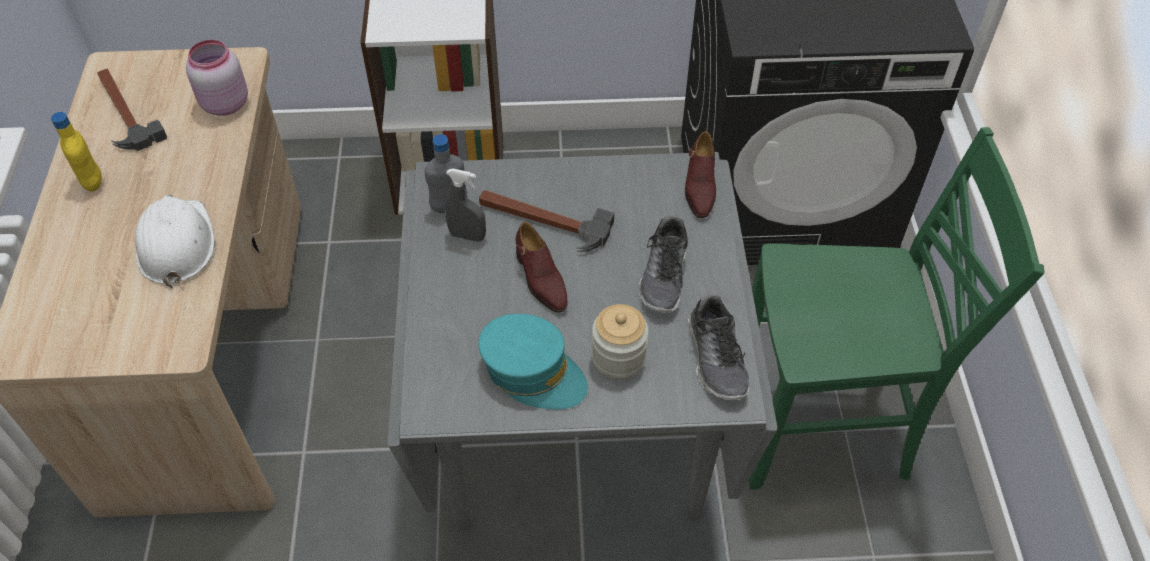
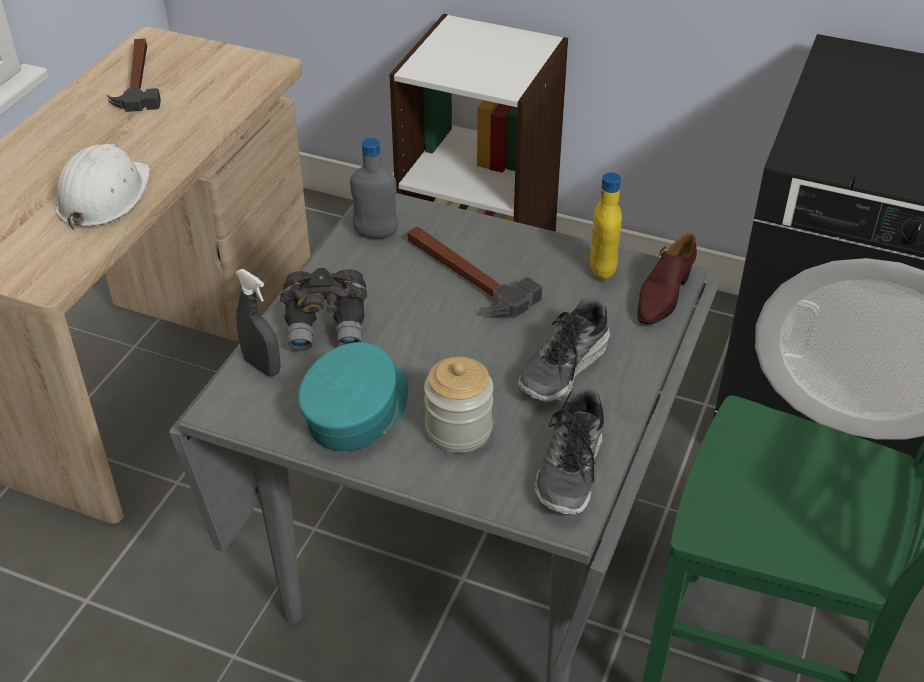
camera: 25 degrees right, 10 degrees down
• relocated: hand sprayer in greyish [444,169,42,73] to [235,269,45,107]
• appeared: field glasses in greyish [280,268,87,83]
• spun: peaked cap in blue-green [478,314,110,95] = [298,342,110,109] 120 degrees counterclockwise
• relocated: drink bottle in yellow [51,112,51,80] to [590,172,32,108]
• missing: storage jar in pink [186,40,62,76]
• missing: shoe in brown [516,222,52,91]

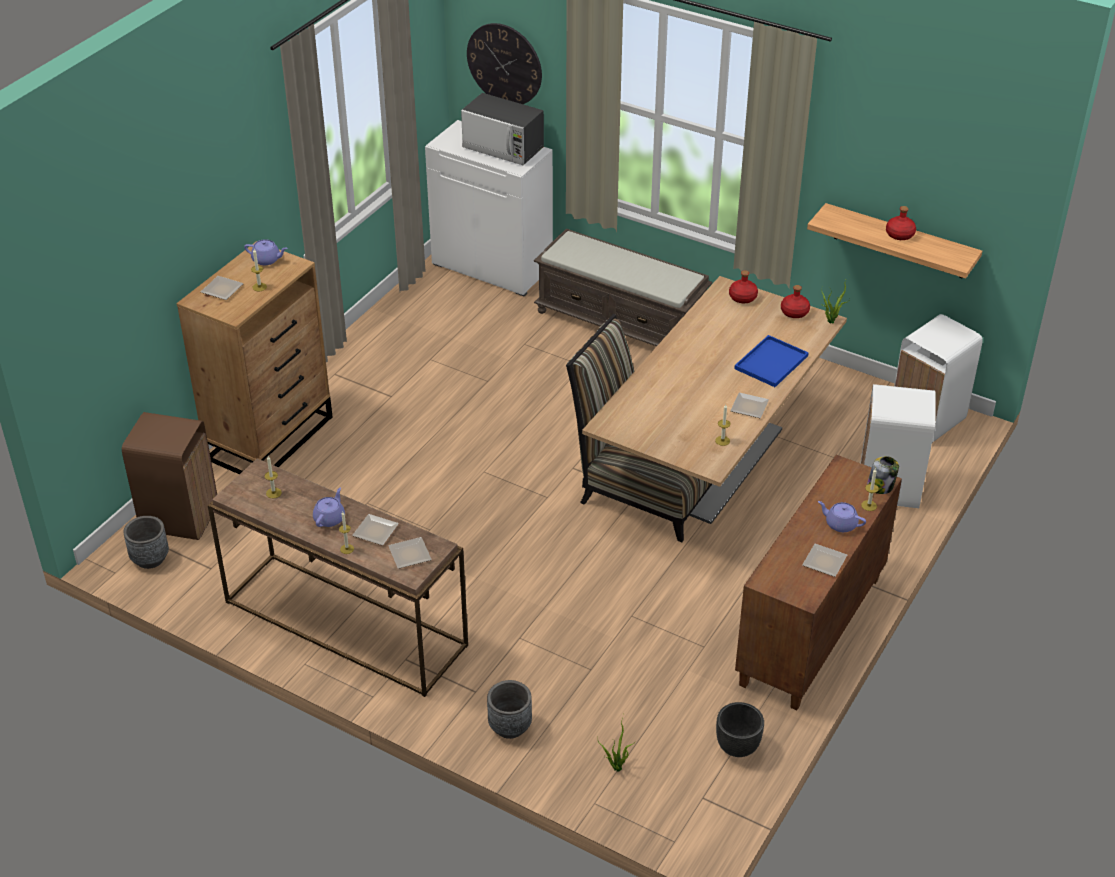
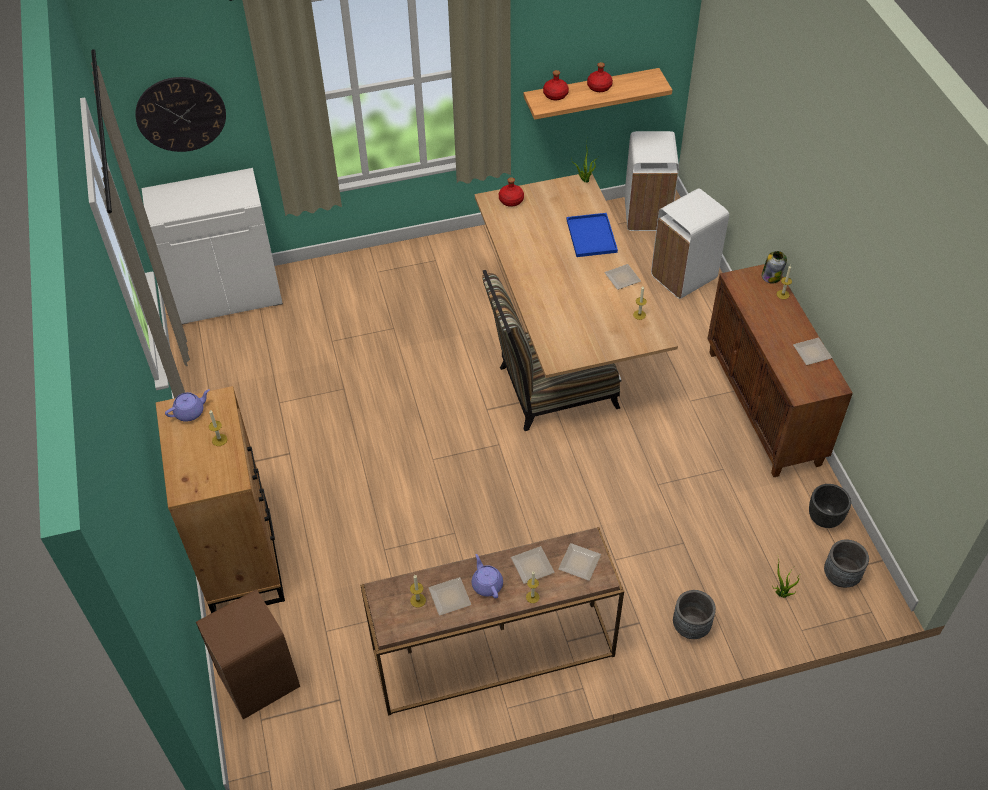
camera: 45 degrees left, 10 degrees up
• relocated: flat dish [201,276,43,24] to [429,577,42,39]
• relocated: drink bottle in red [781,285,29,33] to [543,70,26,30]
• relocated: flower pot in greyish [123,516,46,53] to [824,539,45,49]
• missing: microwave [461,93,83,72]
• missing: indoor bench in brown [534,228,179,118]
• missing: tea pot in purple-coloured [818,501,48,31]

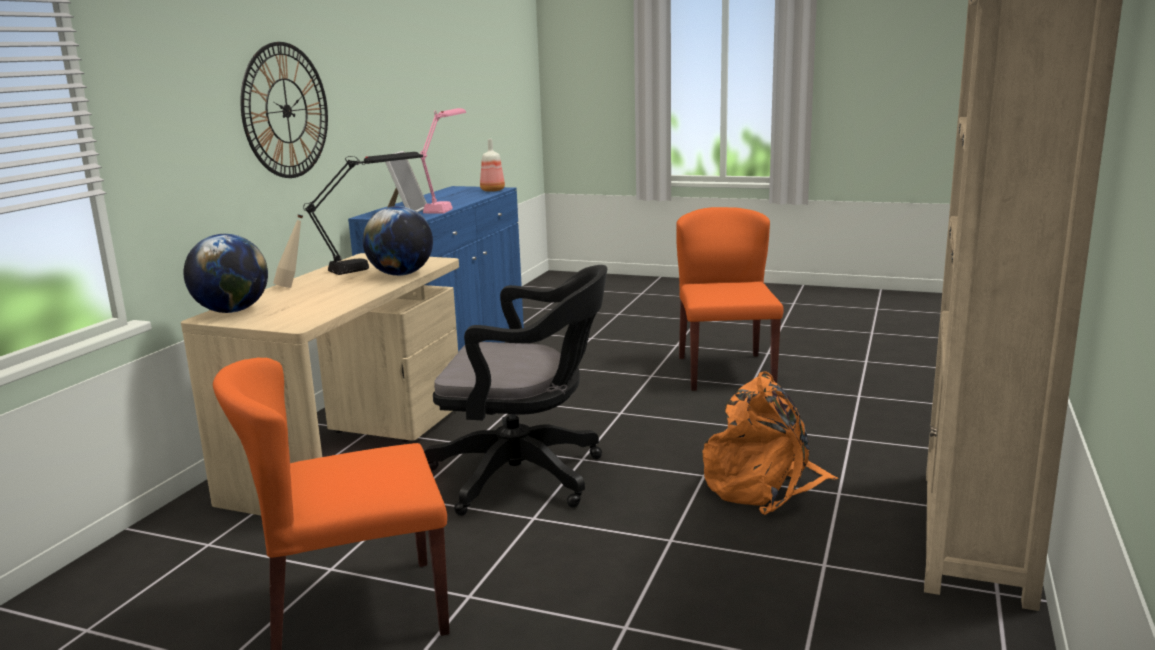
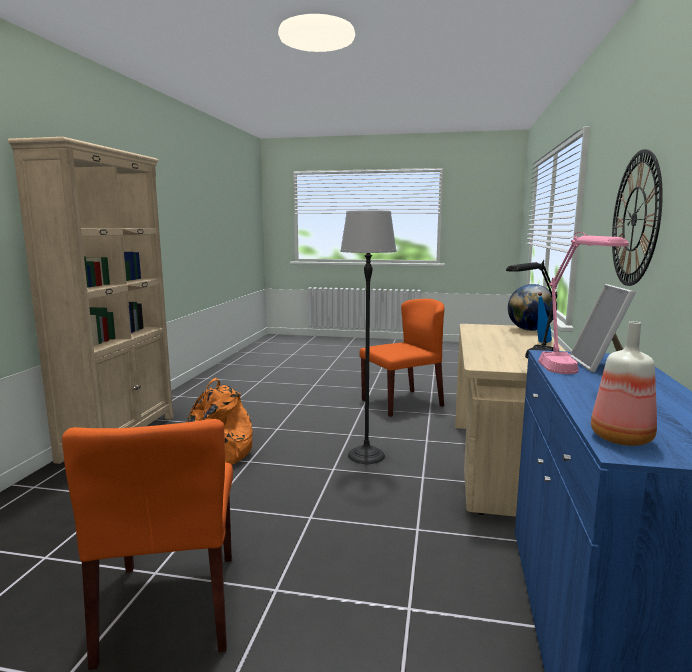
camera: 170 degrees right, 5 degrees down
• exchanged: computer chair in black [424,265,183,251] to standing lamp [340,210,57,254]
• colour: drink bottle in beige [273,214,30,74] to drink bottle in blue-coloured [537,292,15,51]
• missing: desk globe [363,206,70,70]

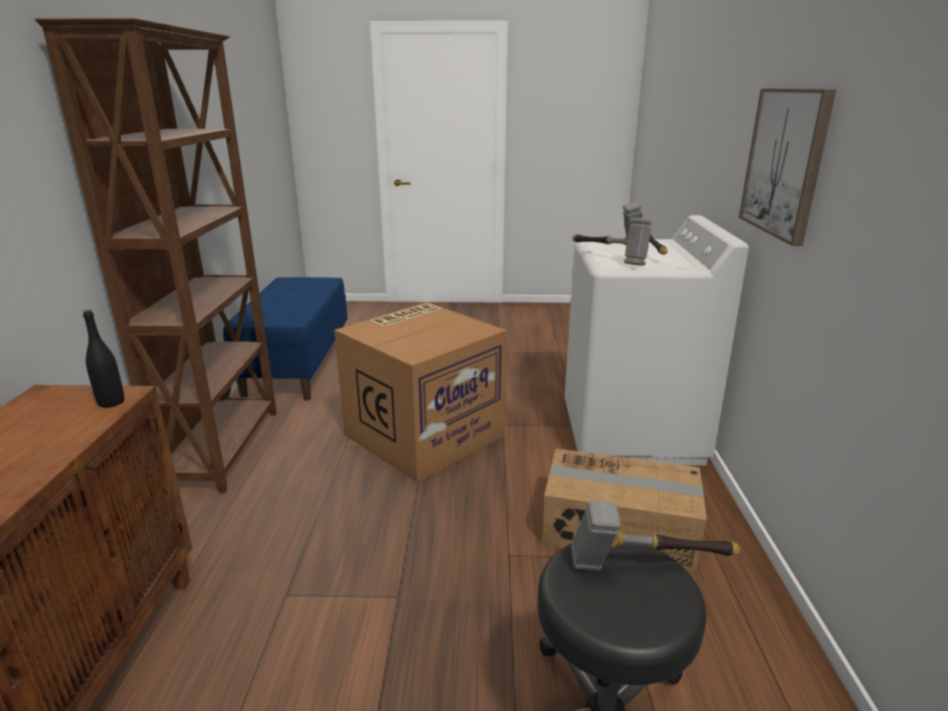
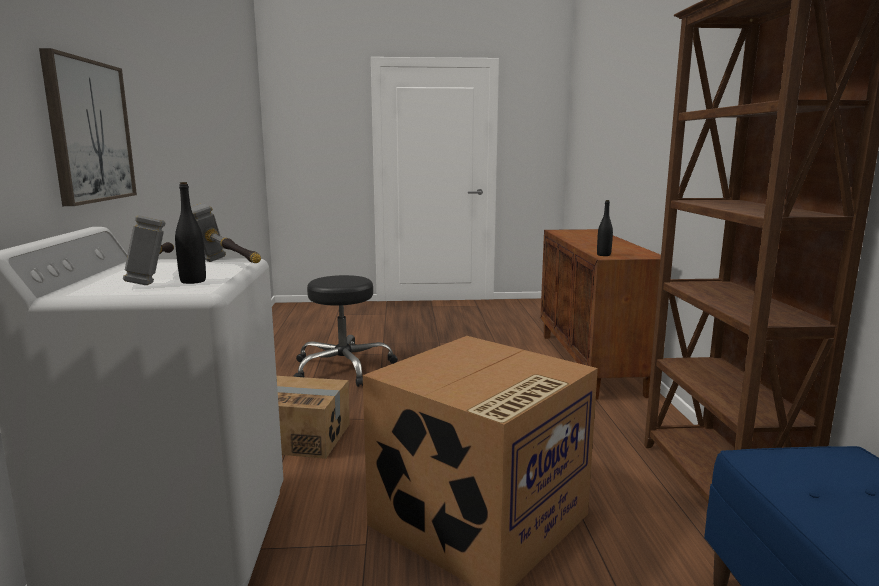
camera: 175 degrees right, 10 degrees down
• appeared: drink bottle in black [175,182,31,102]
• missing: hammer [571,501,169,70]

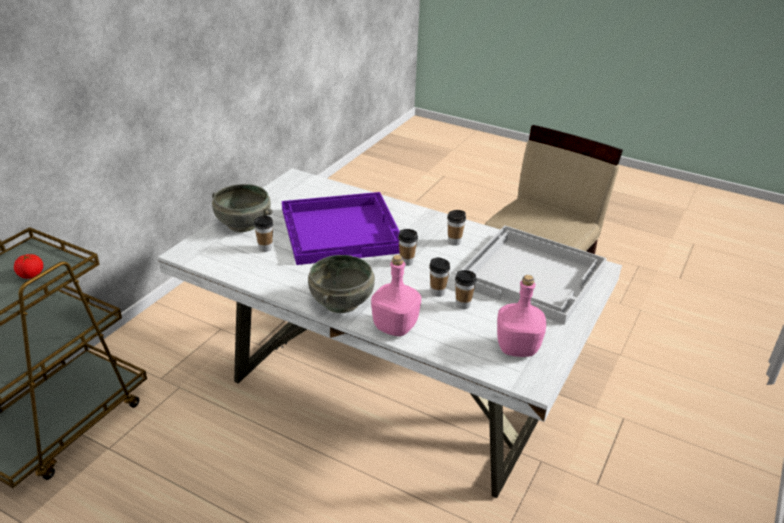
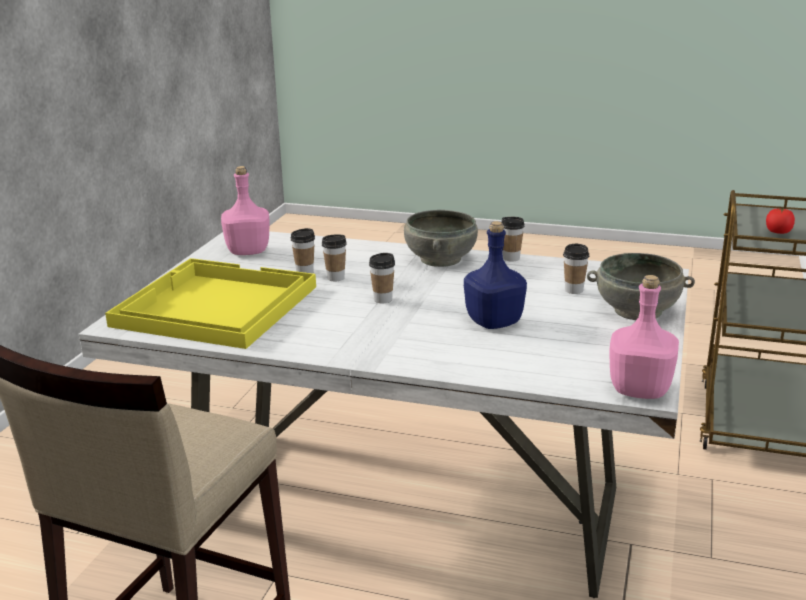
camera: 170 degrees right, 10 degrees down
• colour: carrying tray in white [455,226,152,99] to carrying tray in yellow [105,258,211,91]
• exchanged: carrying tray in purple-coloured [282,192,118,73] to drink bottle in blue-coloured [464,221,63,108]
• relocated: cup [447,210,19,36] to [501,217,24,44]
• relocated: drink bottle in pink [371,255,50,81] to [609,275,70,124]

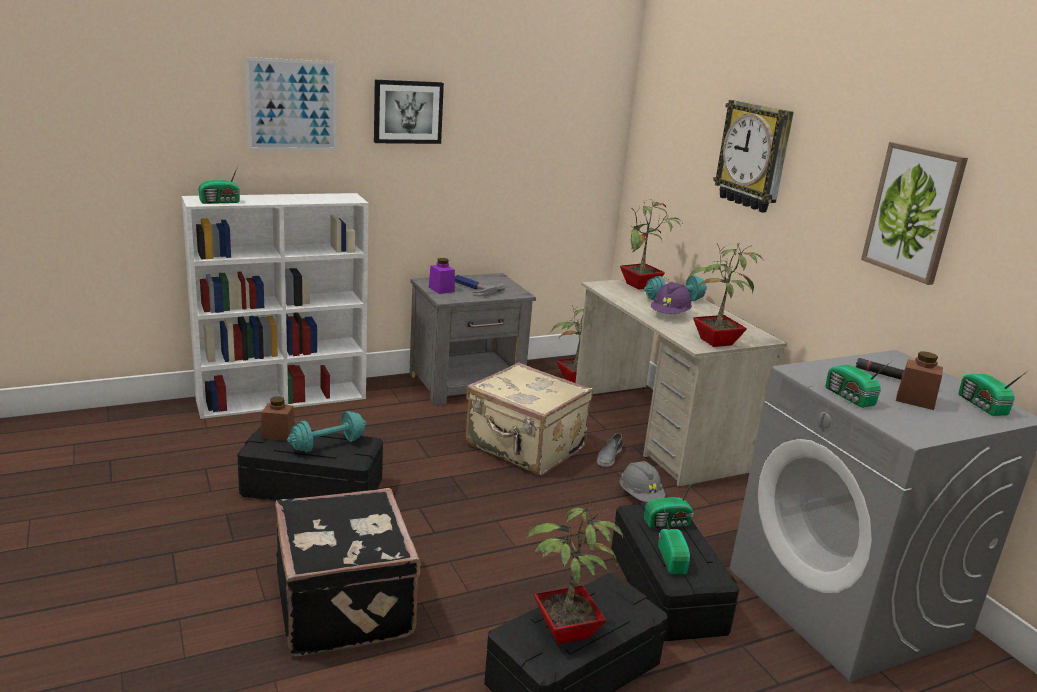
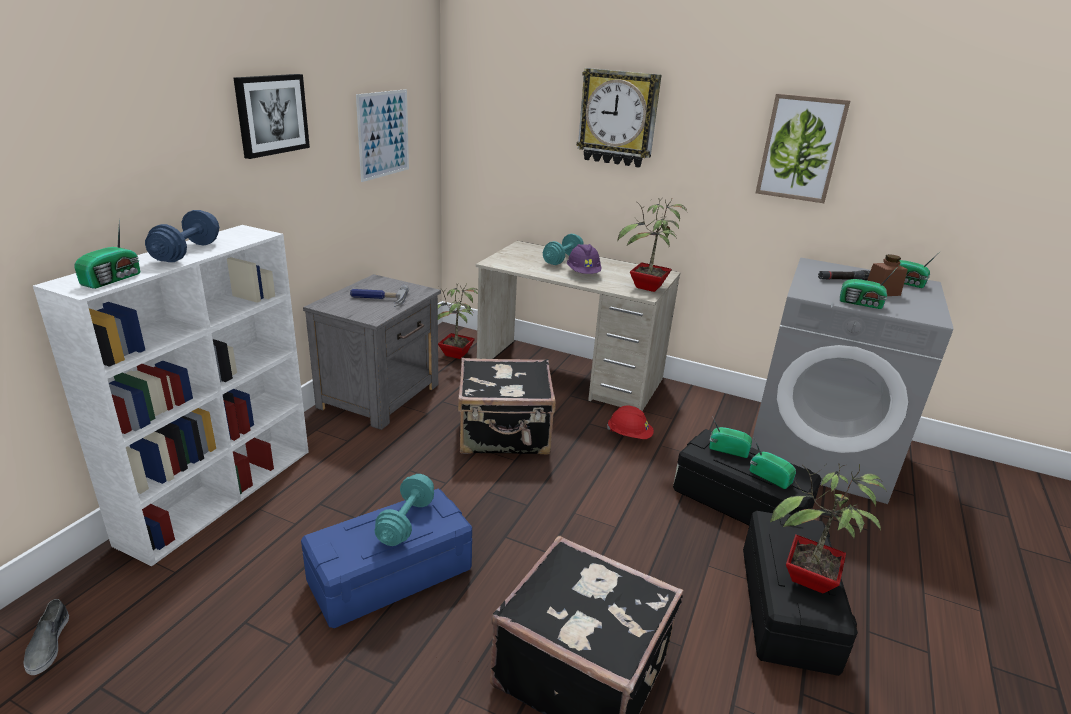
camera: 40 degrees left, 5 degrees up
• relocated: shoe in greyish [597,433,26,34] to [23,599,46,76]
• appeared: free weight in blue-coloured [145,210,74,52]
• colour: storage container in black [237,426,146,75] to storage container in blue-coloured [301,489,171,139]
• relocated: picture [245,57,92,94] to [356,89,53,93]
• colour: travel case in beige [466,362,127,113] to travel case in black [458,358,98,96]
• colour: safety helmet in greyish [620,461,46,41] to safety helmet in red [607,405,47,34]
• spun: radio [644,478,50,50] = [709,416,43,42] 105 degrees counterclockwise
• missing: storage jar in brown [261,396,34,45]
• missing: storage jar in purple-coloured [429,258,26,36]
• missing: plant in a pot [620,198,63,92]

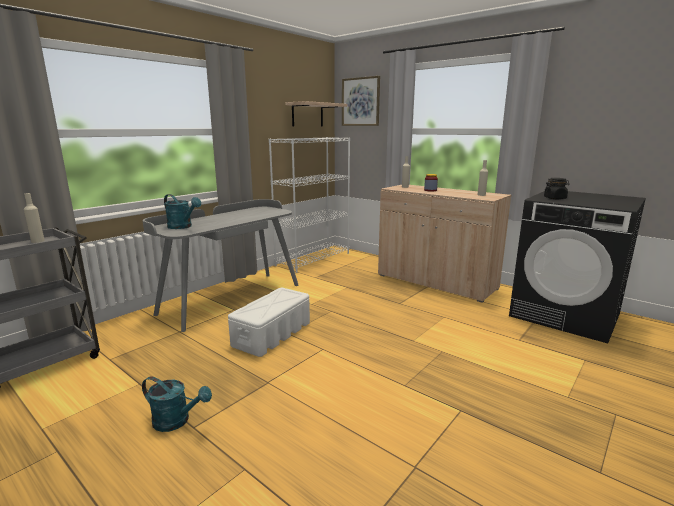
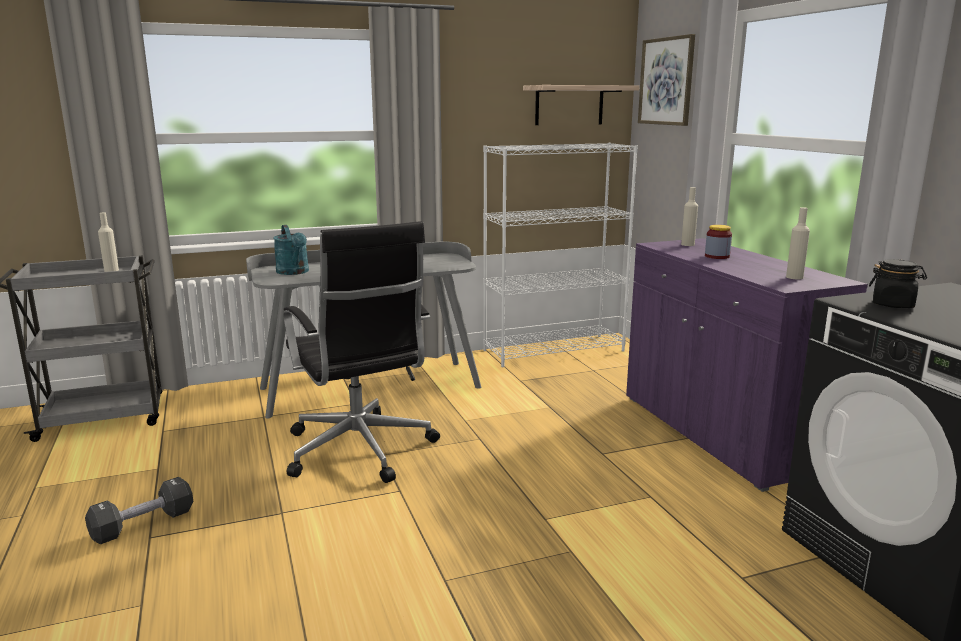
camera: 30 degrees right, 0 degrees up
• exchanged: watering can in blue-green [142,376,70,56] to free weight in black [85,477,108,67]
• exchanged: storage container in white [228,288,82,69] to computer chair in black [283,221,157,262]
• colour: cupboard in beige [378,185,133,118] to cupboard in purple-coloured [626,238,242,254]

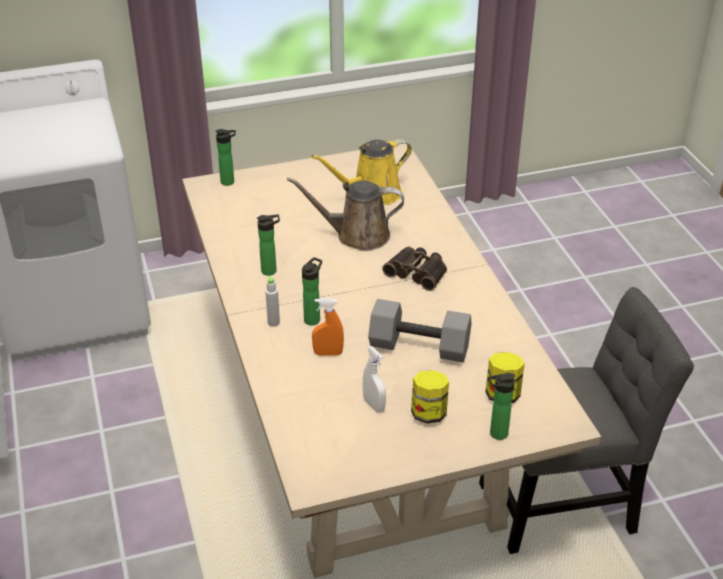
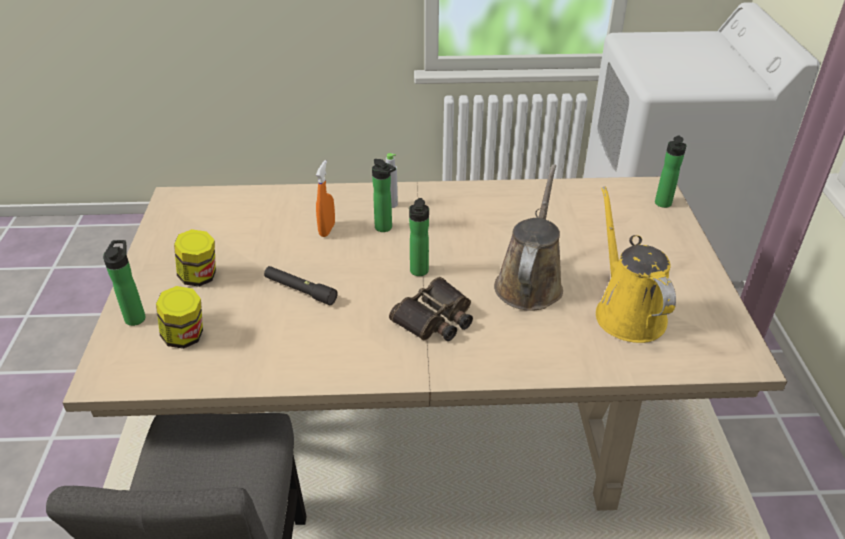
camera: 105 degrees right, 0 degrees up
• exchanged: free weight in greyish [368,299,104,63] to flashlight in black [264,266,74,39]
• relocated: drink bottle [257,214,23,62] to [409,198,20,78]
• missing: hand sprayer in white [363,346,23,67]

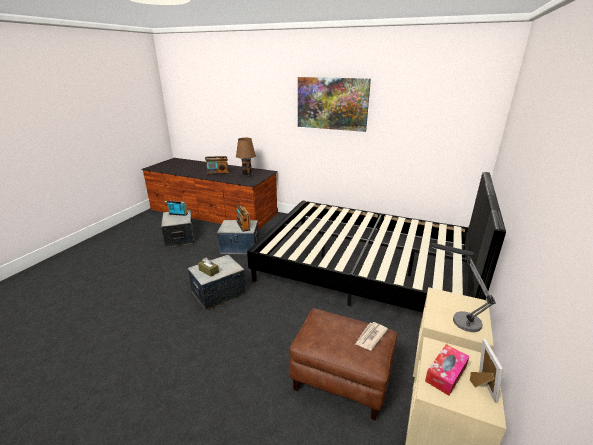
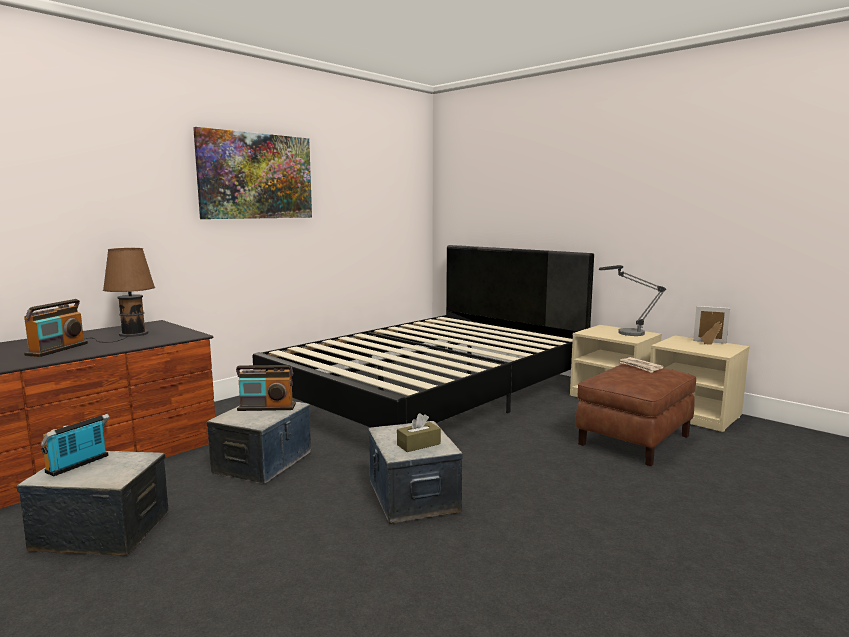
camera: 70 degrees left, 15 degrees down
• missing: tissue holder [425,344,45,52]

